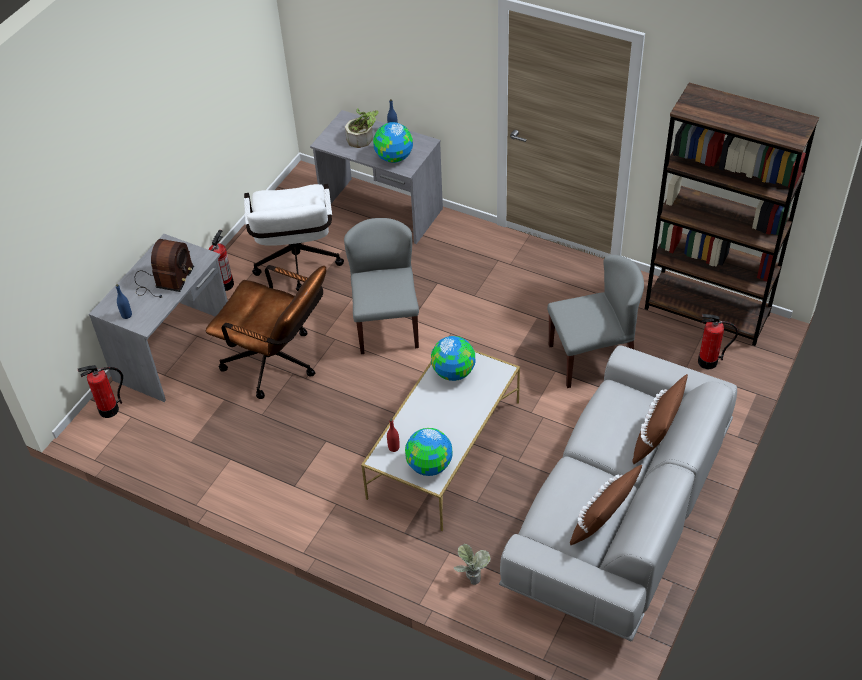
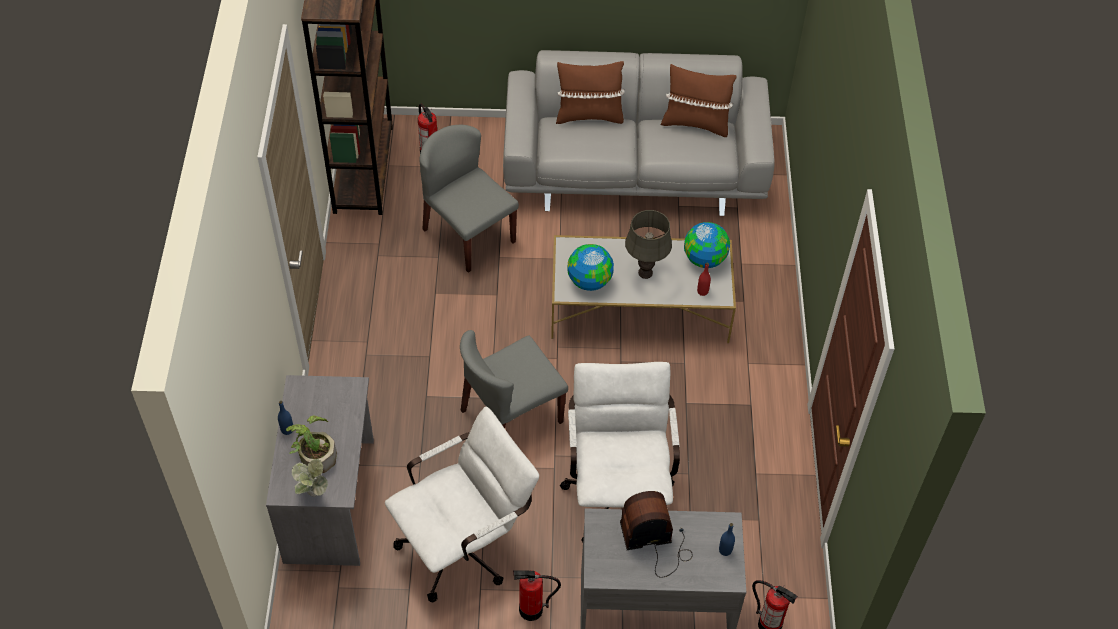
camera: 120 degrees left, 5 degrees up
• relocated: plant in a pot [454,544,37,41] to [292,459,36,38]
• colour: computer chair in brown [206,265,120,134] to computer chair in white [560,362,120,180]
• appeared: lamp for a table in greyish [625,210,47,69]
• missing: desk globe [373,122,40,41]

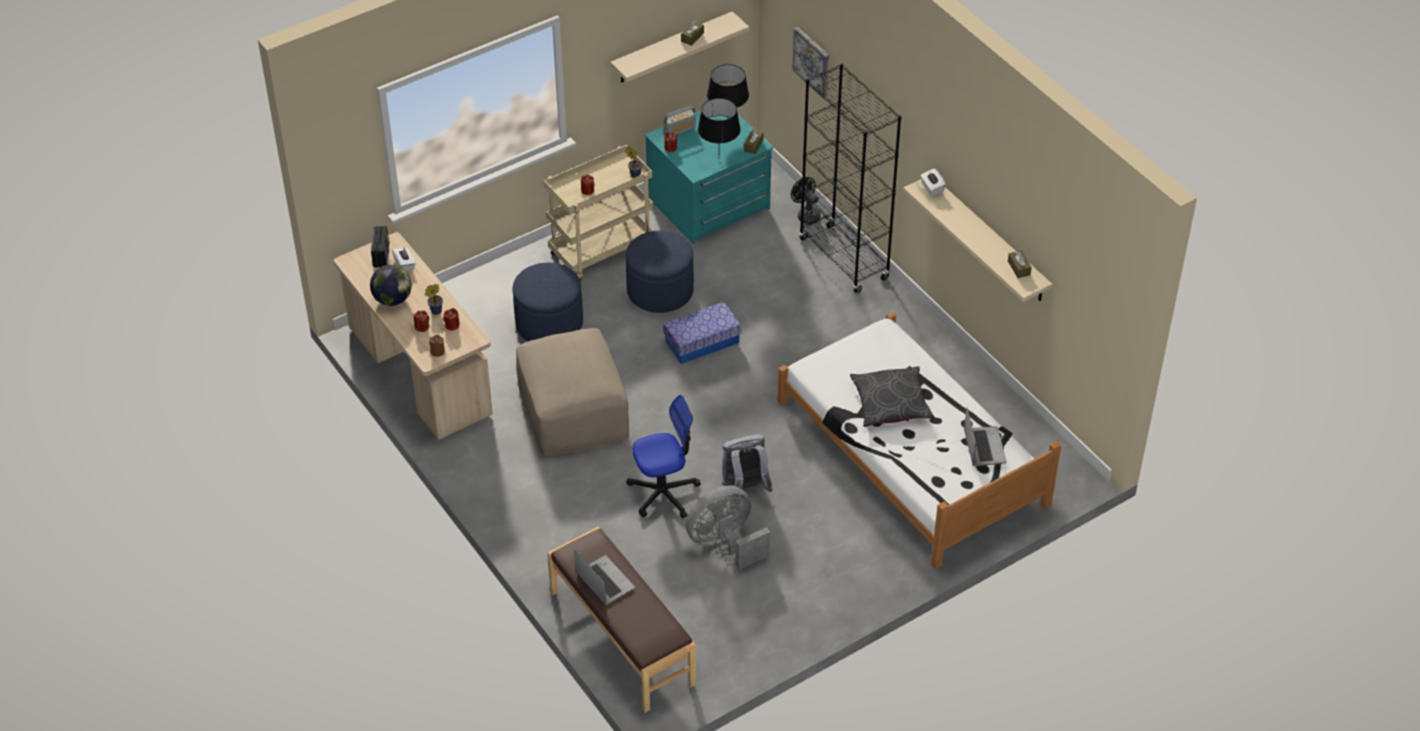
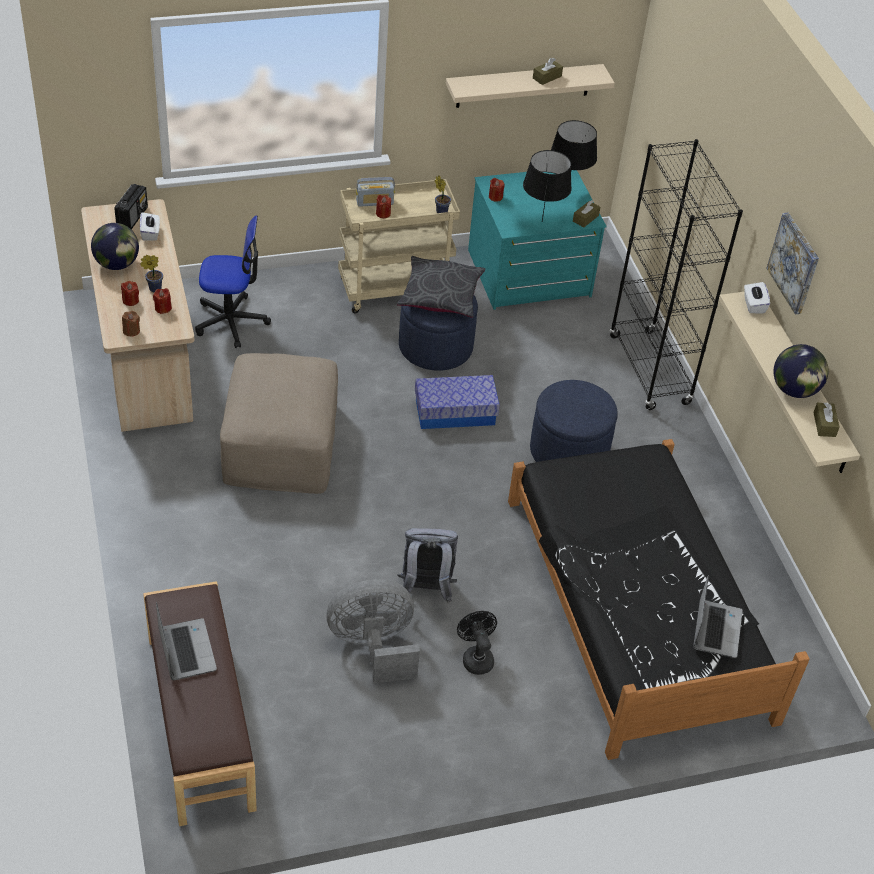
camera: 15 degrees right, 0 degrees up
• relocated: computer chair [626,395,75,123] to [195,216,76,132]
• relocated: radio [664,106,32,29] to [356,177,39,30]
• relocated: throw pillow in greyish [850,366,84,61] to [397,256,88,62]
• relocated: electric fan in black [791,177,30,47] to [457,611,40,64]
• colour: bedroom bed in white [777,312,284,257] to bedroom bed in black [508,439,302,321]
• relocated: footrest in blue-coloured [512,263,71,78] to [530,380,88,82]
• relocated: picture [792,27,37,71] to [766,212,53,103]
• appeared: desk globe [773,344,56,54]

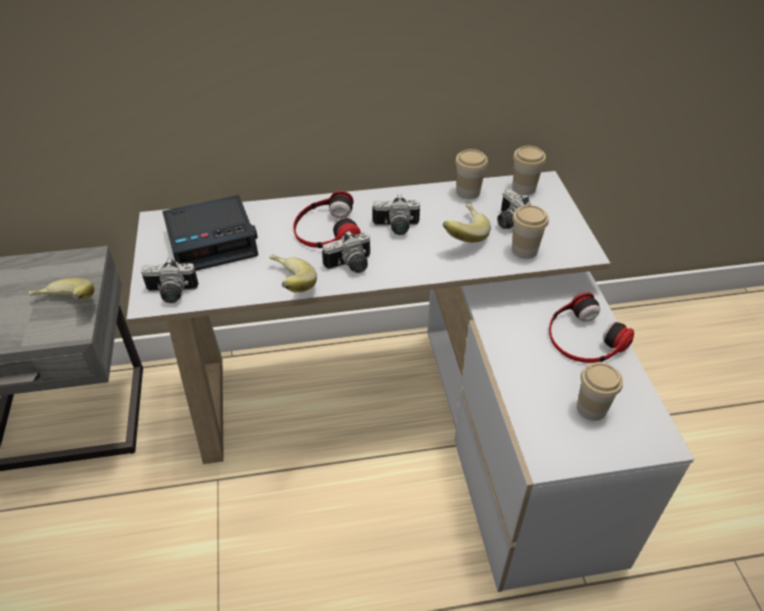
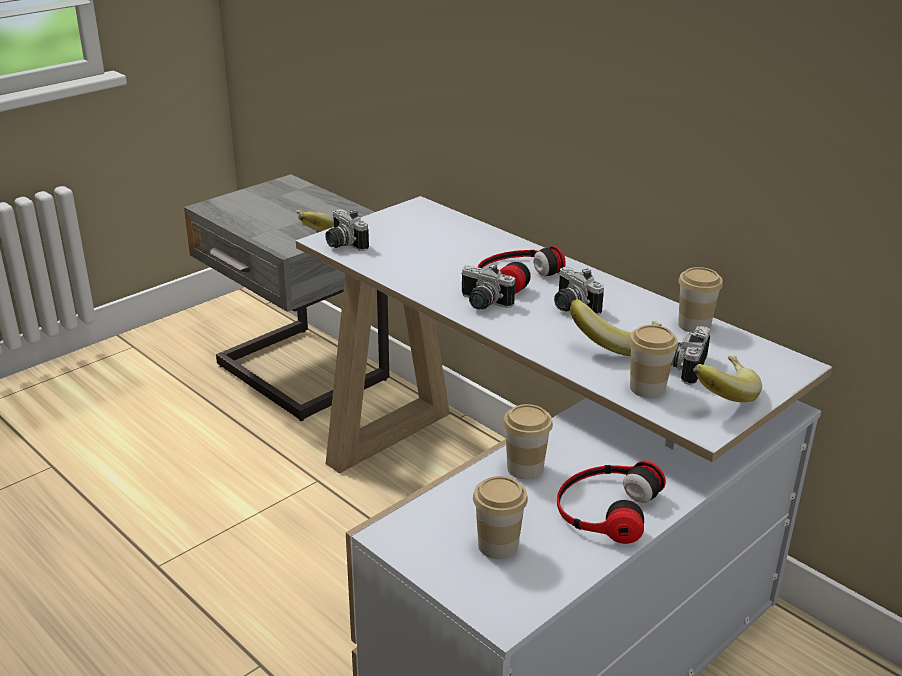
camera: 55 degrees right, 15 degrees down
• relocated: cup [513,146,33,49] to [503,404,50,76]
• relocated: banana [269,254,48,39] to [693,355,69,47]
• missing: alarm clock [162,195,96,76]

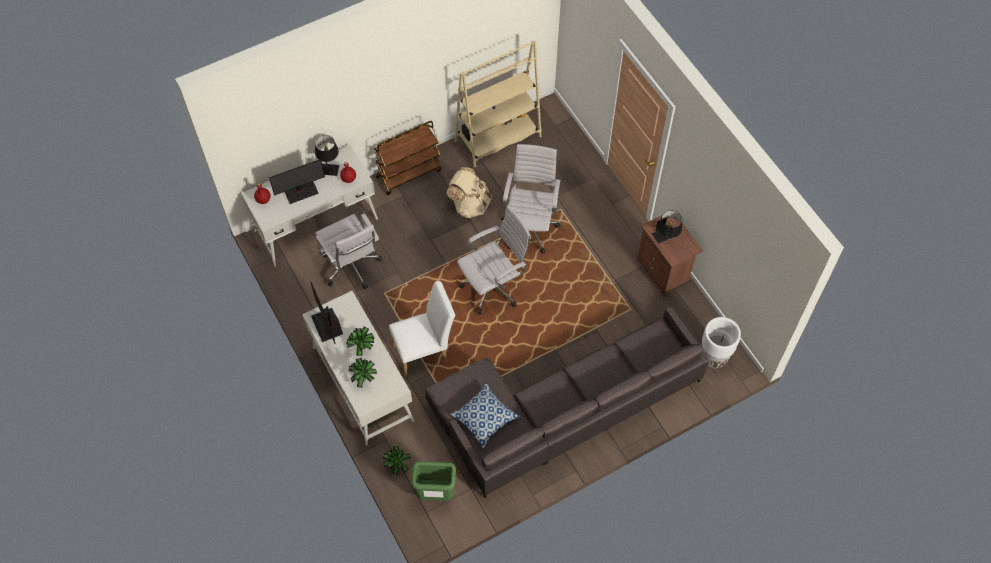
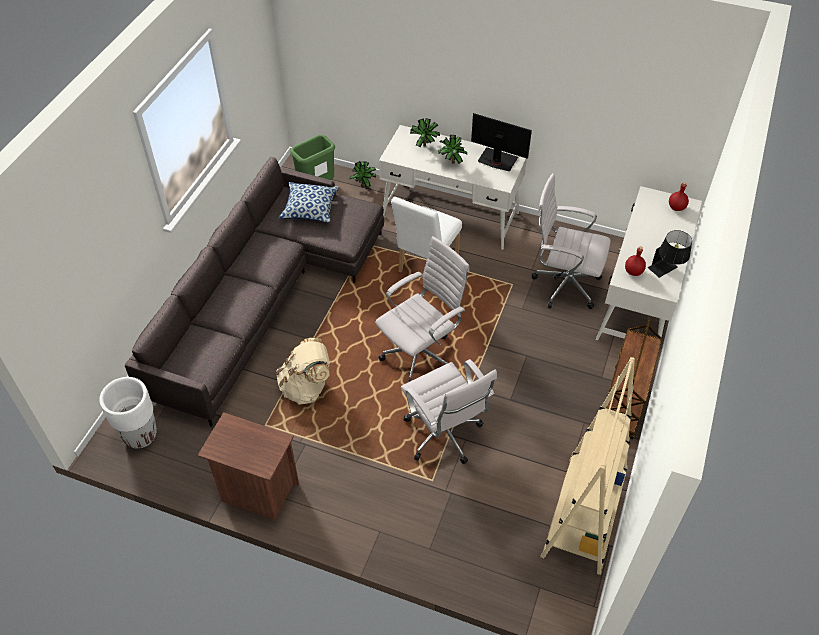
camera: 140 degrees right, 10 degrees down
• relocated: knapsack in beige [447,167,45,51] to [276,338,54,67]
• spun: computer chair in white [457,205,74,109] = [375,236,94,146] 150 degrees counterclockwise
• missing: computer display [269,159,56,45]
• missing: lamp for a table in black [652,210,30,34]

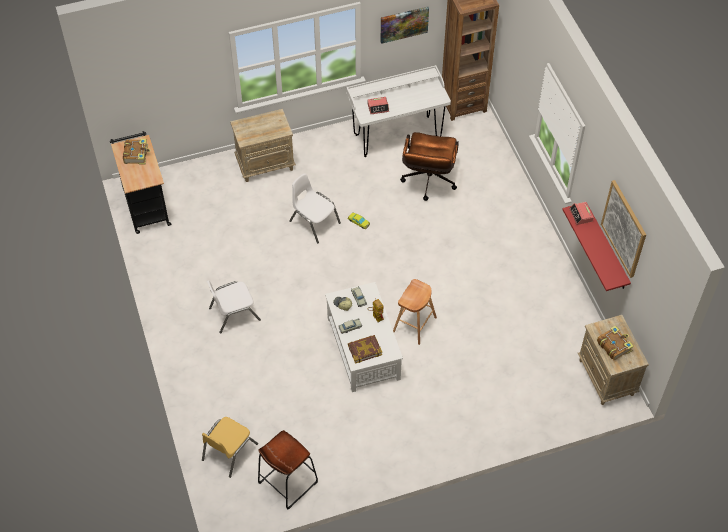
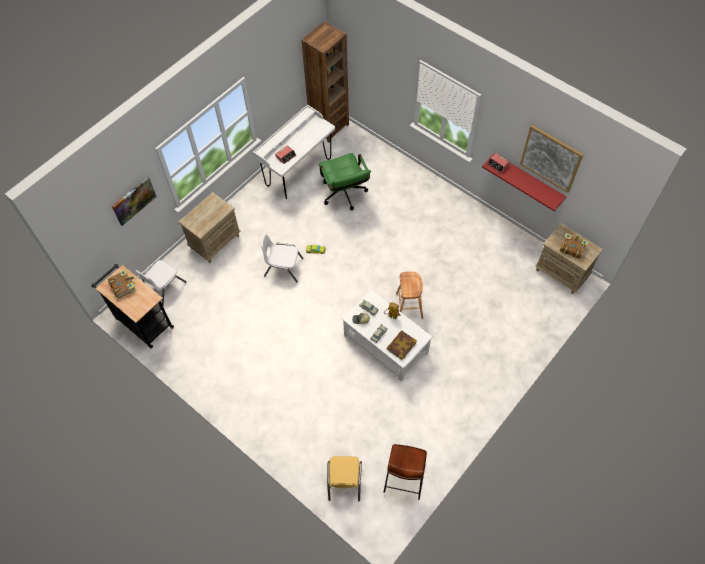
camera: 30 degrees left, 5 degrees up
• relocated: picture [381,7,48,37] to [112,177,45,49]
• relocated: upright chair in white [207,280,54,54] to [136,260,50,46]
• colour: computer chair in brown [400,132,59,69] to computer chair in greenish [319,153,52,57]

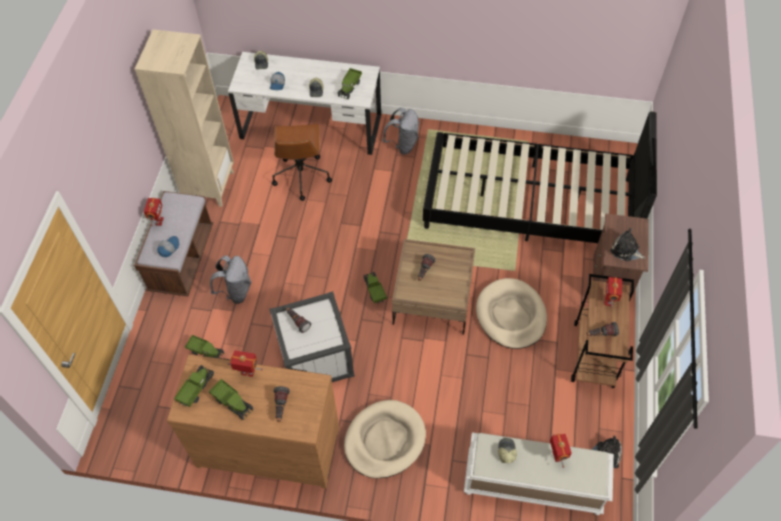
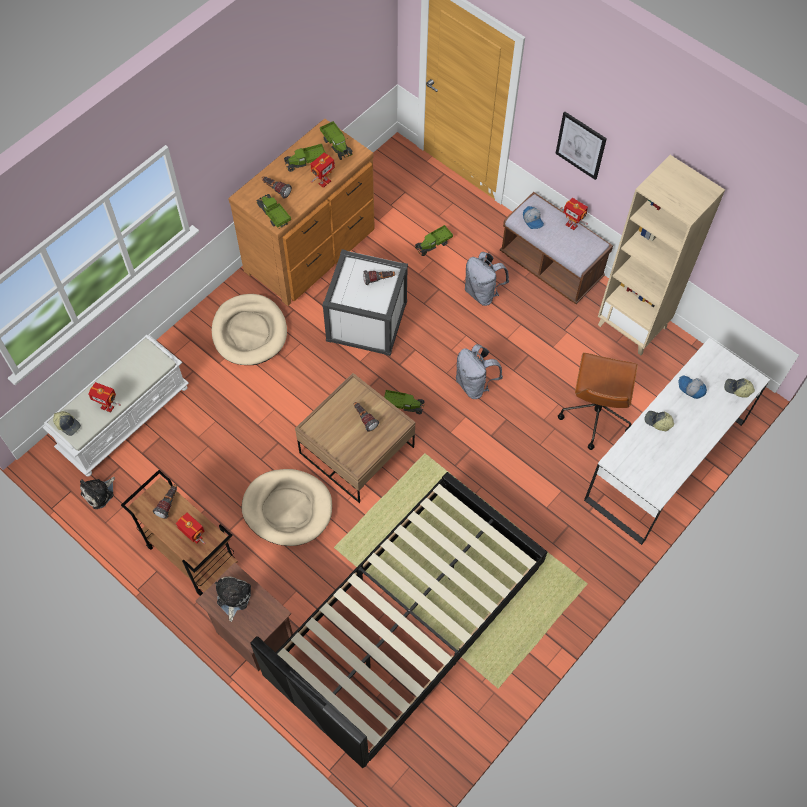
camera: 120 degrees right, 5 degrees up
• relocated: peaked cap [498,438,19,26] to [53,411,28,25]
• spun: soft toy [610,228,35,33] = [215,576,36,46] 60 degrees counterclockwise
• relocated: toy lorry [337,68,25,31] to [256,194,35,35]
• relocated: knapsack in greyish [383,108,36,47] to [456,344,47,55]
• appeared: picture [555,112,52,68]
• spun: computer chair in brown [272,124,60,77] = [558,352,80,98] 105 degrees counterclockwise

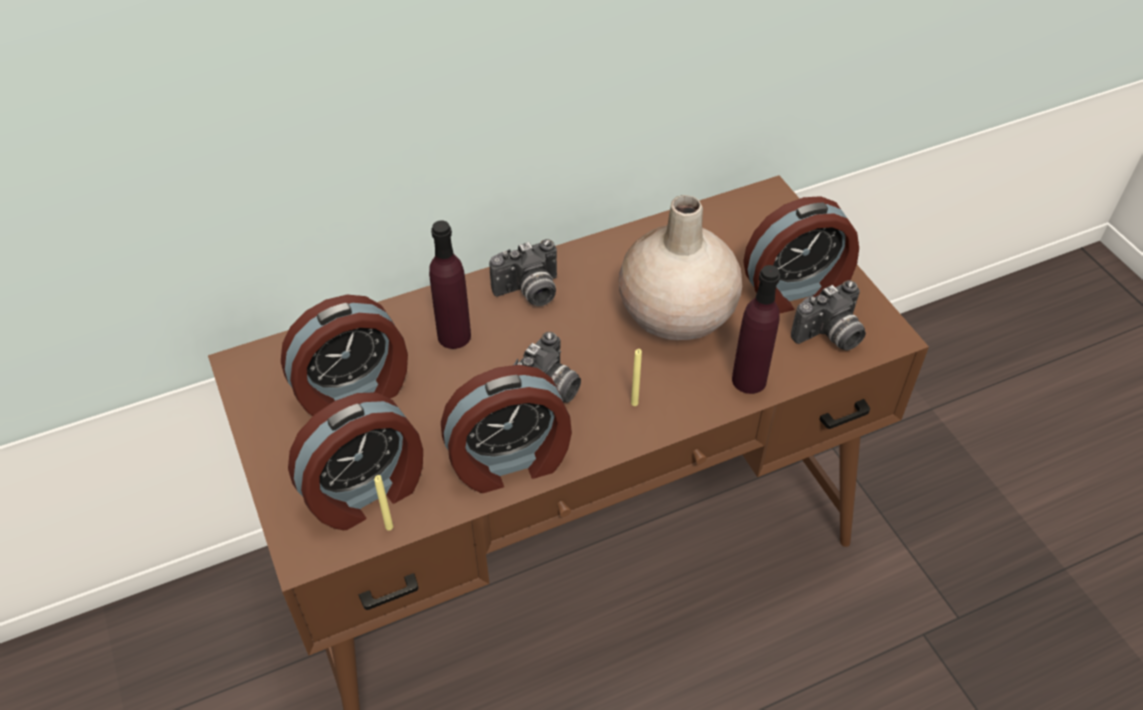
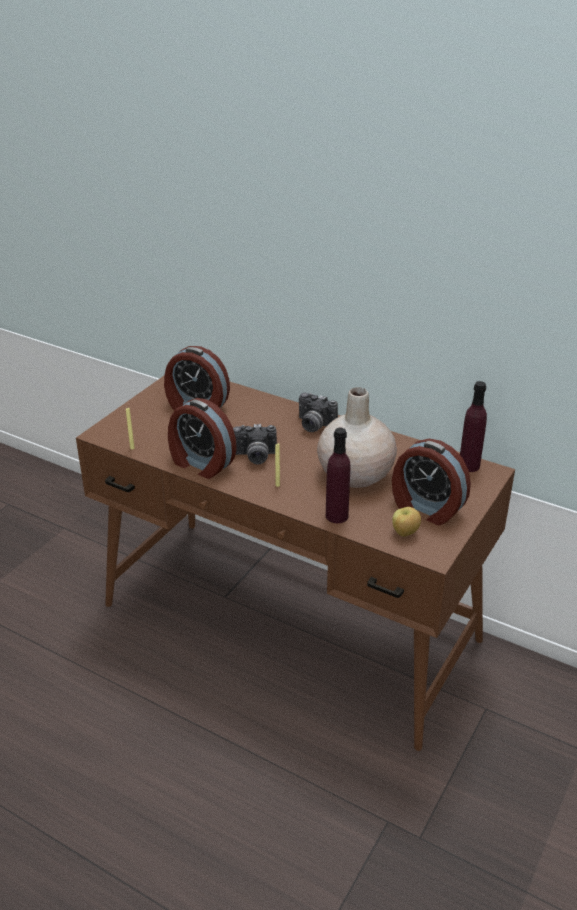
camera: 55 degrees right, 15 degrees down
• exchanged: photo camera [791,280,75,71] to whole apple [392,507,29,30]
• relocated: drink bottle in purple-coloured [429,220,42,129] to [460,381,27,91]
• missing: alarm clock [288,392,135,138]

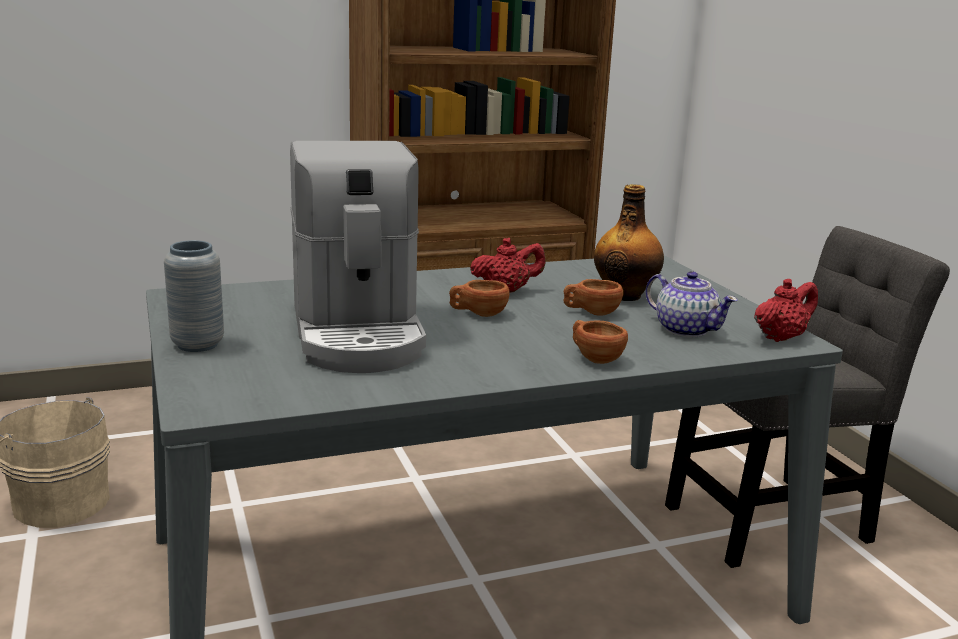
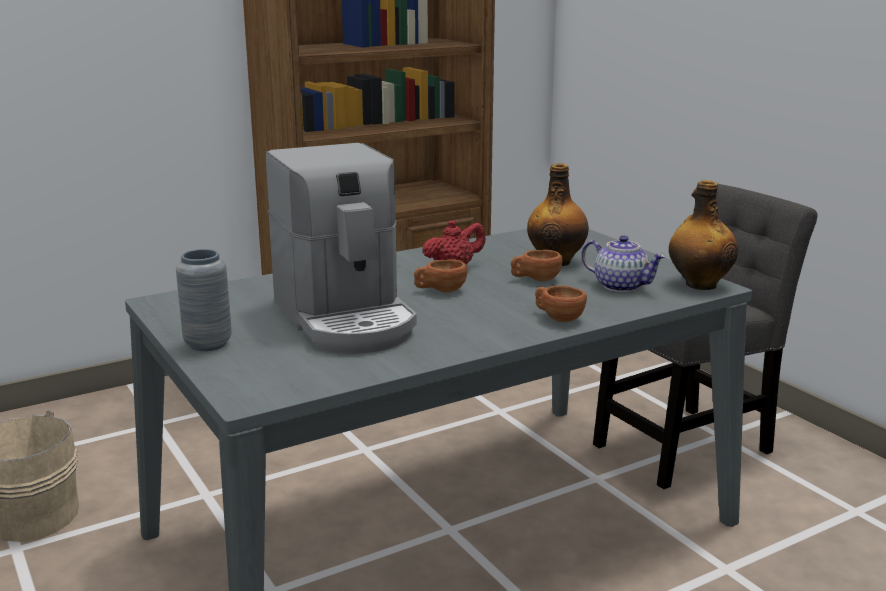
camera: 10 degrees left, 0 degrees up
• exchanged: tea pot in red [754,279,64,63] to drink bottle [669,180,69,110]

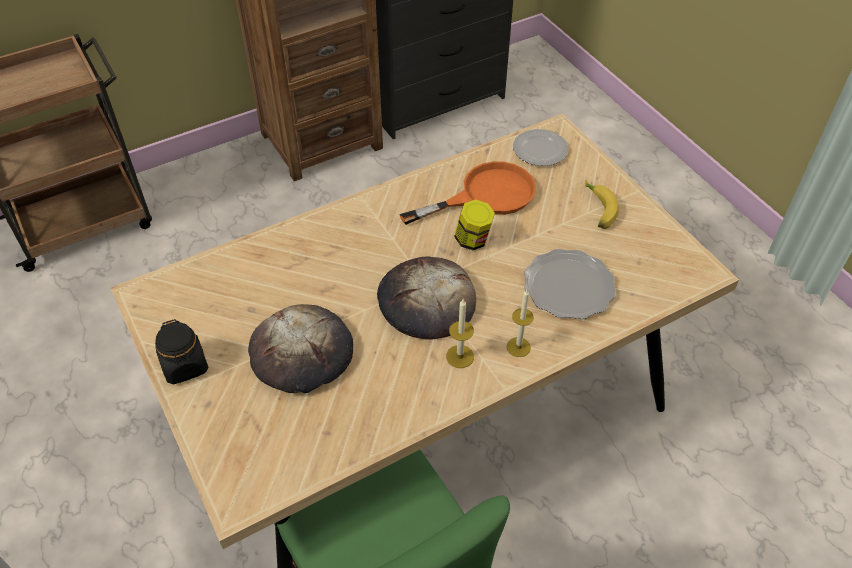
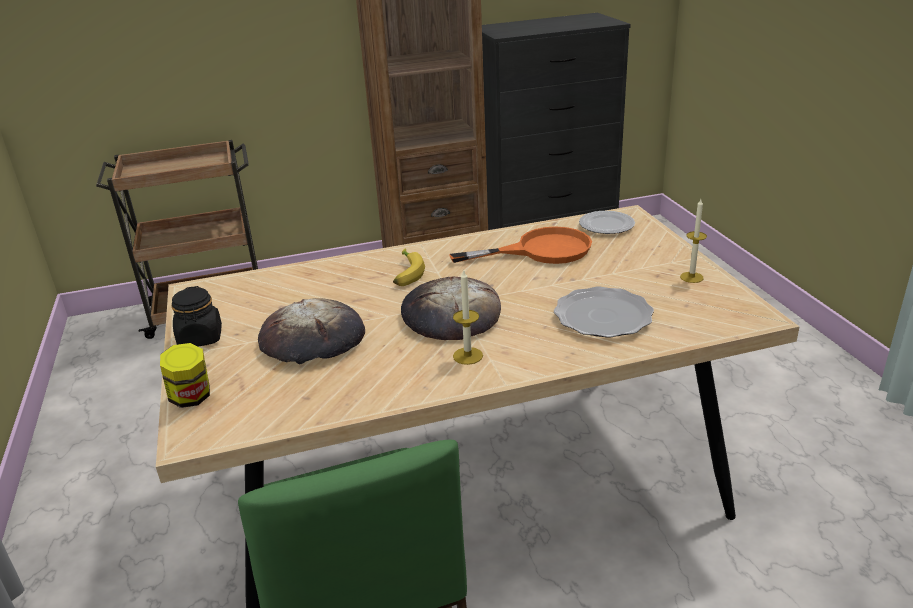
camera: 15 degrees right, 20 degrees down
• relocated: storage jar [454,199,41,51] to [160,343,50,65]
• relocated: banana [585,179,34,50] to [393,248,32,38]
• relocated: wax light [507,290,27,67] to [680,199,27,84]

